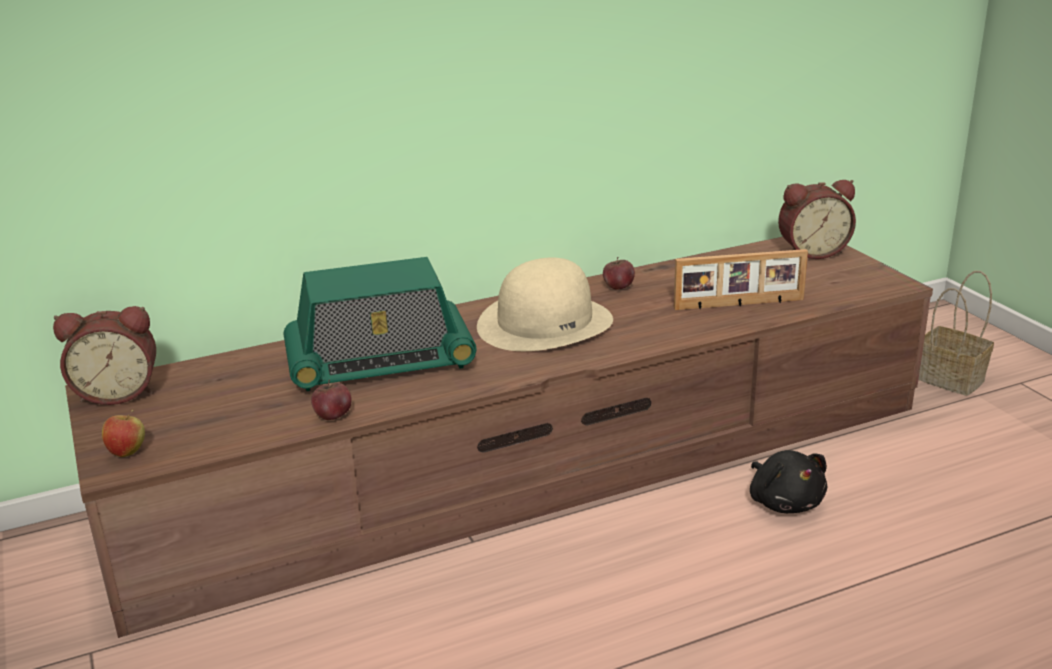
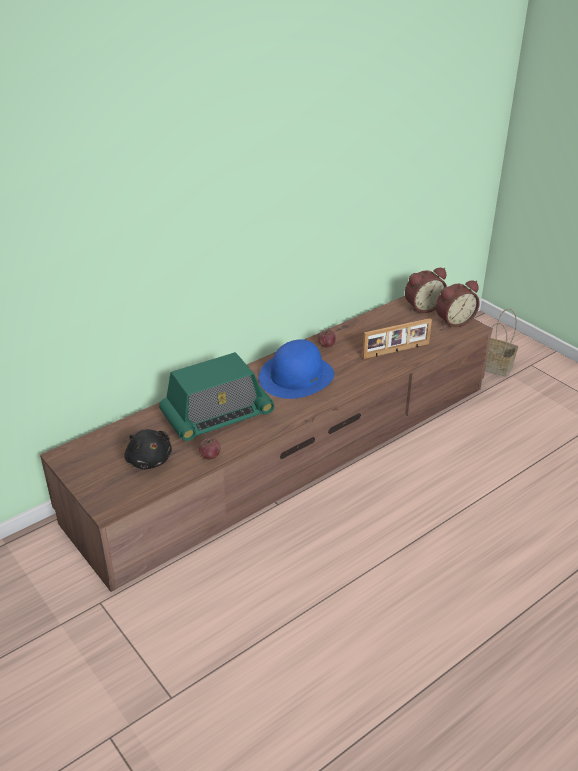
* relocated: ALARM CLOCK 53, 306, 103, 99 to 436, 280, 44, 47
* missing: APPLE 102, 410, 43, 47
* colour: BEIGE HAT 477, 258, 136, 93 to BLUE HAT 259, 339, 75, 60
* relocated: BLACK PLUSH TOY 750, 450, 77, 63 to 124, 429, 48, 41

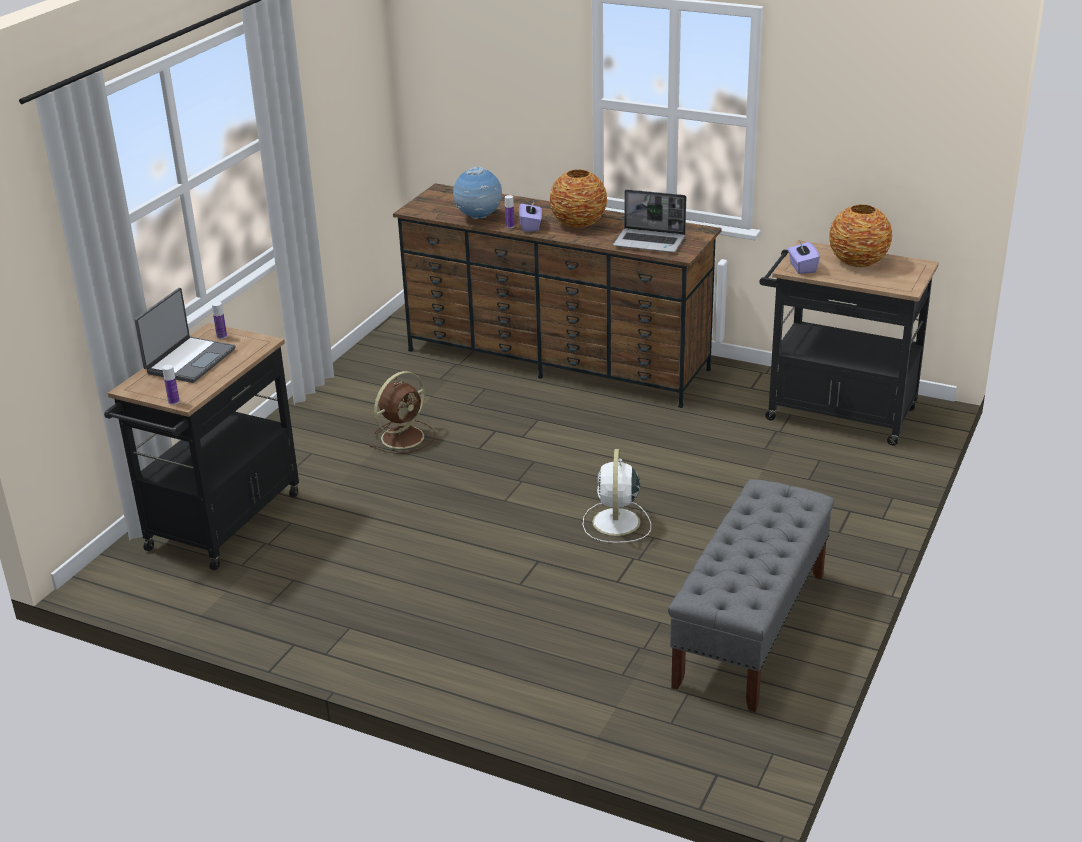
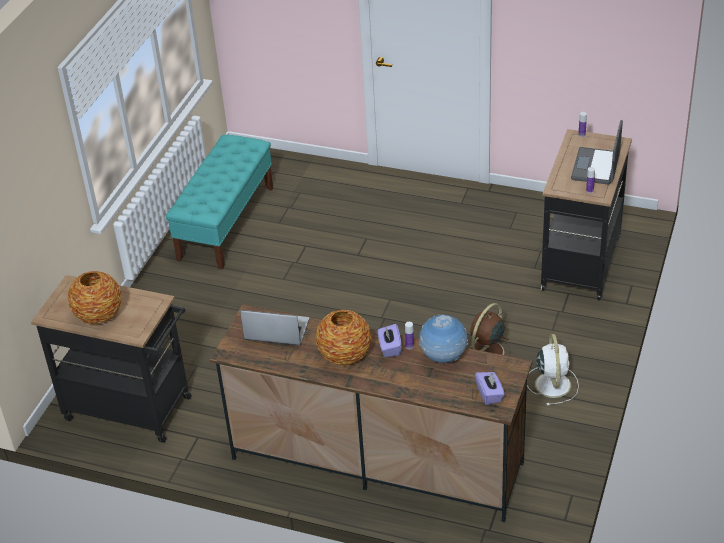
* relocated: WHITE FAN 583, 449, 68, 94 to 527, 334, 52, 72
* colour: GREY BENCH 668, 479, 167, 233 to TURQUOISE BENCH 166, 135, 107, 135
* relocated: PURPLE TISSUE BOX 788, 240, 32, 34 to 475, 371, 30, 34

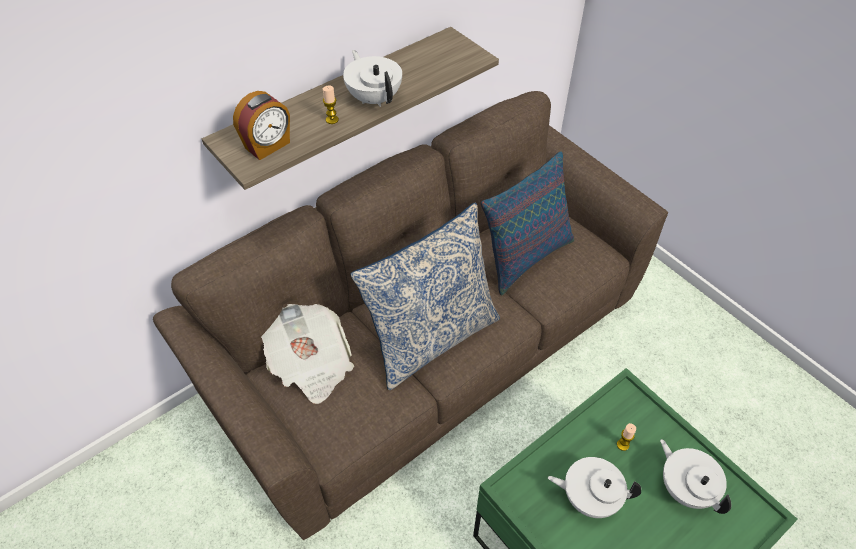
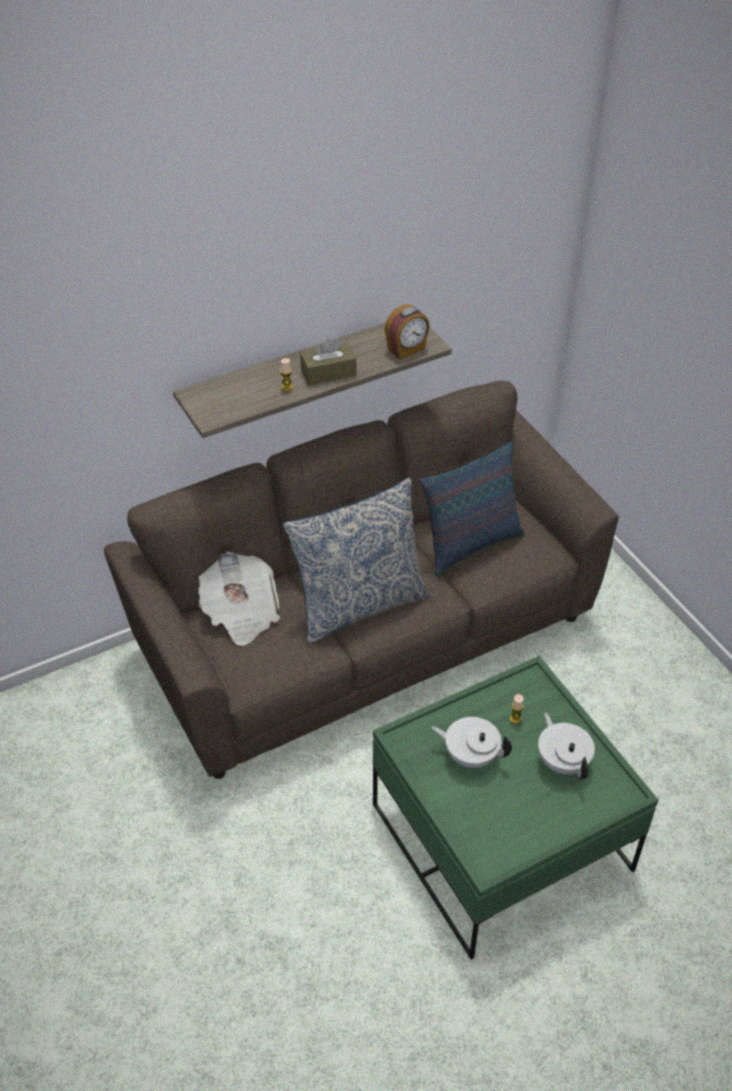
* relocated: ALARM CLOCK 233, 91, 57, 69 to 385, 304, 45, 56
* exchanged: WHITE TEAPOT 343, 50, 59, 57 to BROWN TISSUE BOX 300, 339, 56, 46

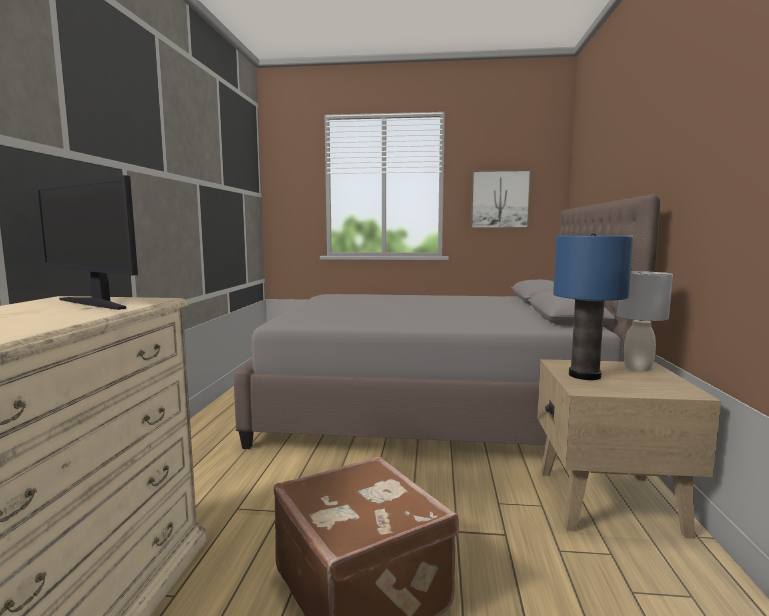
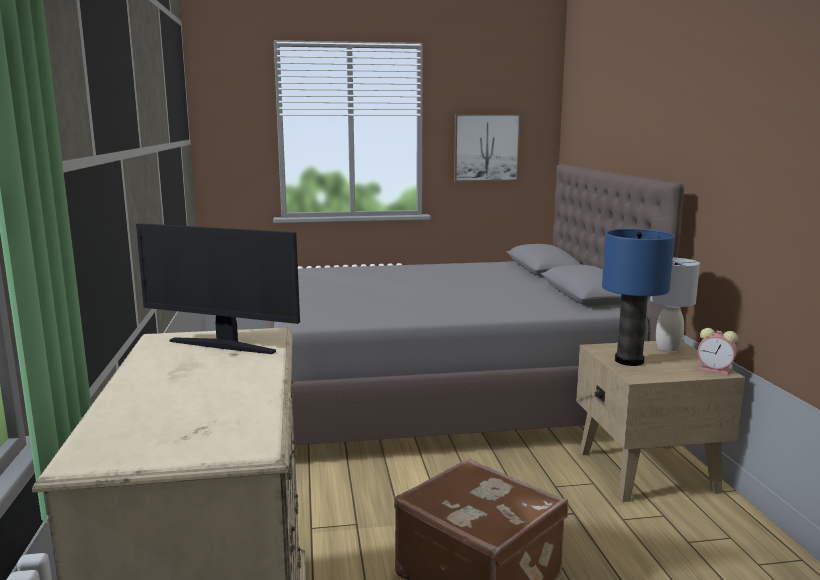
* appeared: ALARM CLOCK 698, 328, 40, 47

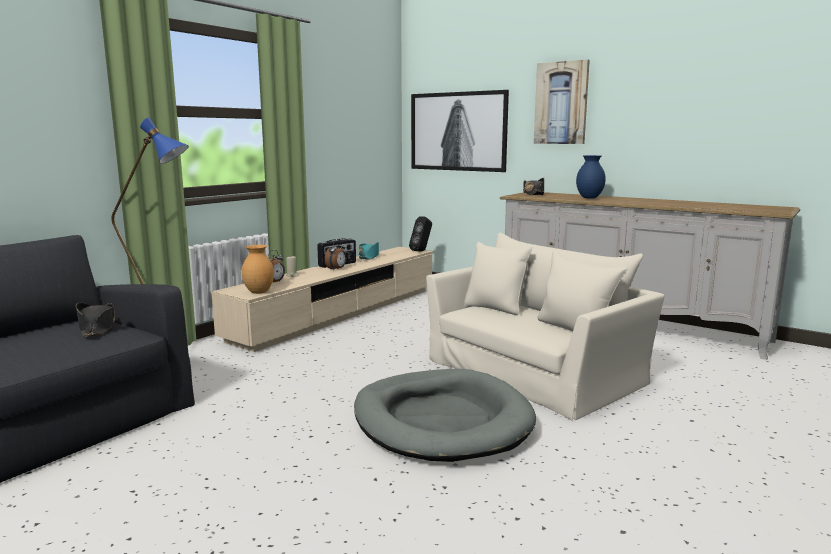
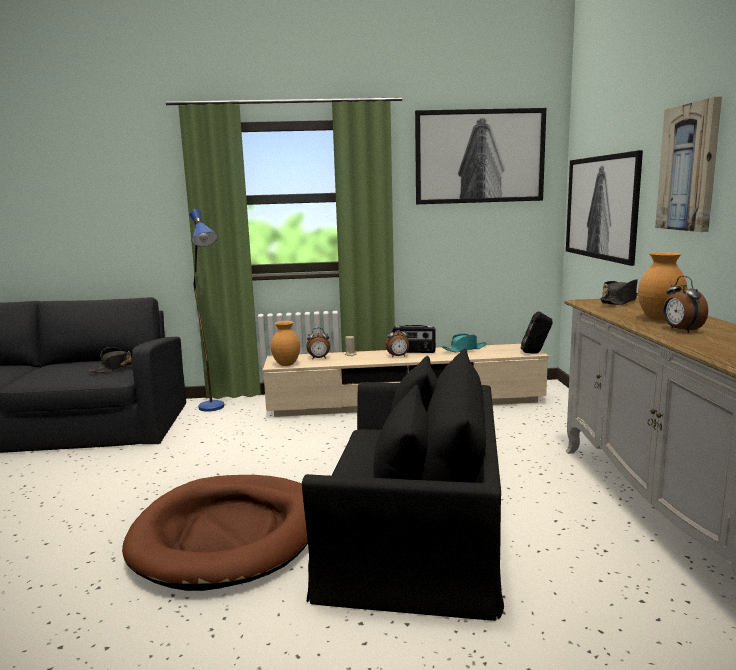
* colour: GREY DOG BED 354, 369, 182, 93 to BROWN DOG BED 122, 475, 186, 116
* colour: BEIGE ARMCHAIR 426, 233, 239, 187 to BLACK ARMCHAIR 302, 349, 202, 272
* colour: BLUE VASE 576, 155, 30, 44 to BROWN VASE 638, 252, 49, 69
* appeared: PICTURE 415, 108, 131, 96
* appeared: ALARM CLOCK 663, 276, 45, 57

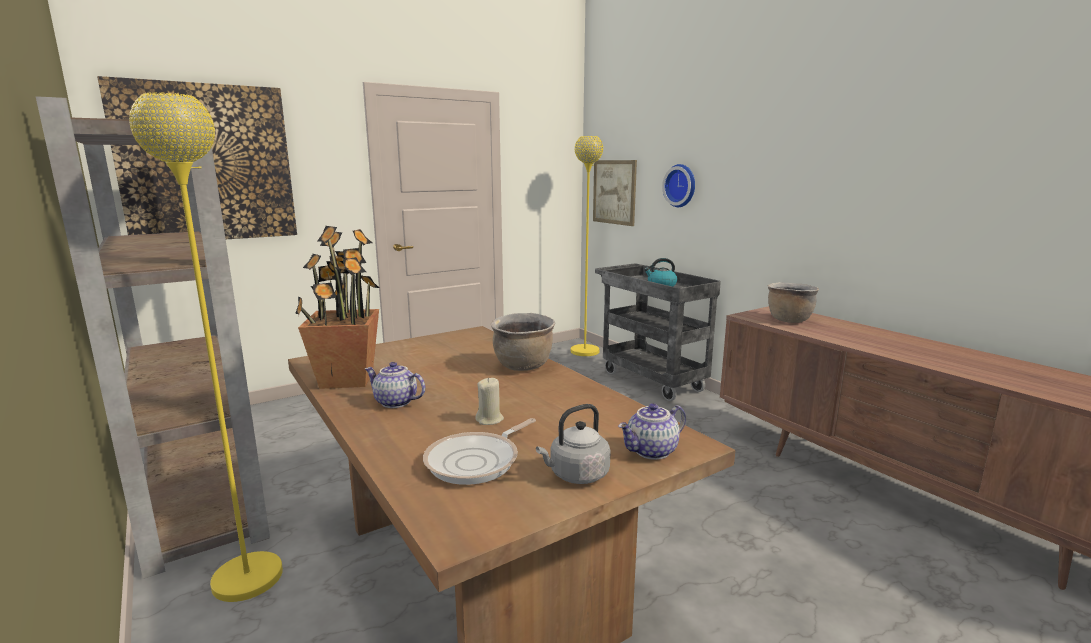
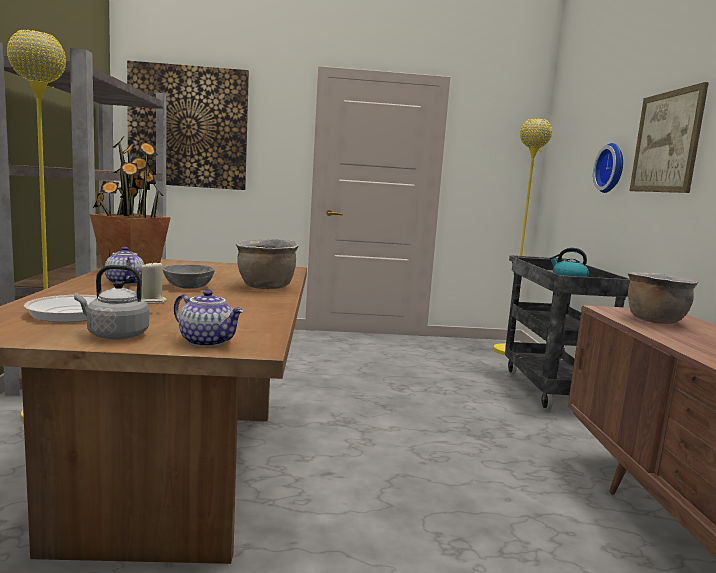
* relocated: PICTURE 593, 160, 44, 66 to 629, 82, 80, 111
* spun: TEAPOT 618, 403, 68, 57 = 174, 290, 70, 57 150 degrees counterclockwise
* appeared: GREY BOWL 163, 265, 52, 24

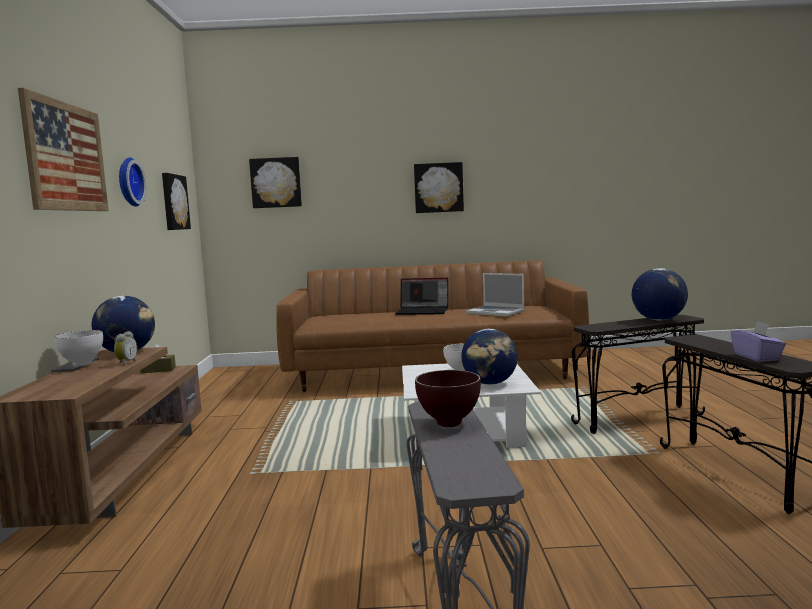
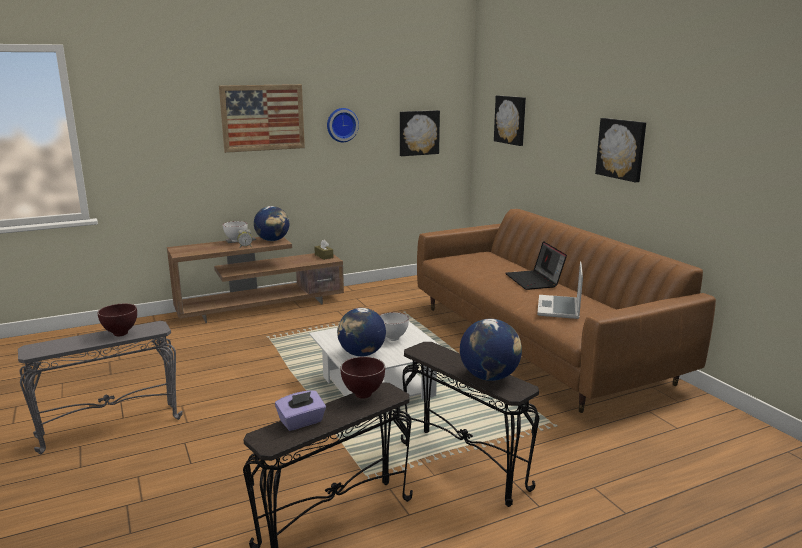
* appeared: BROWN BOWL 340, 357, 45, 42

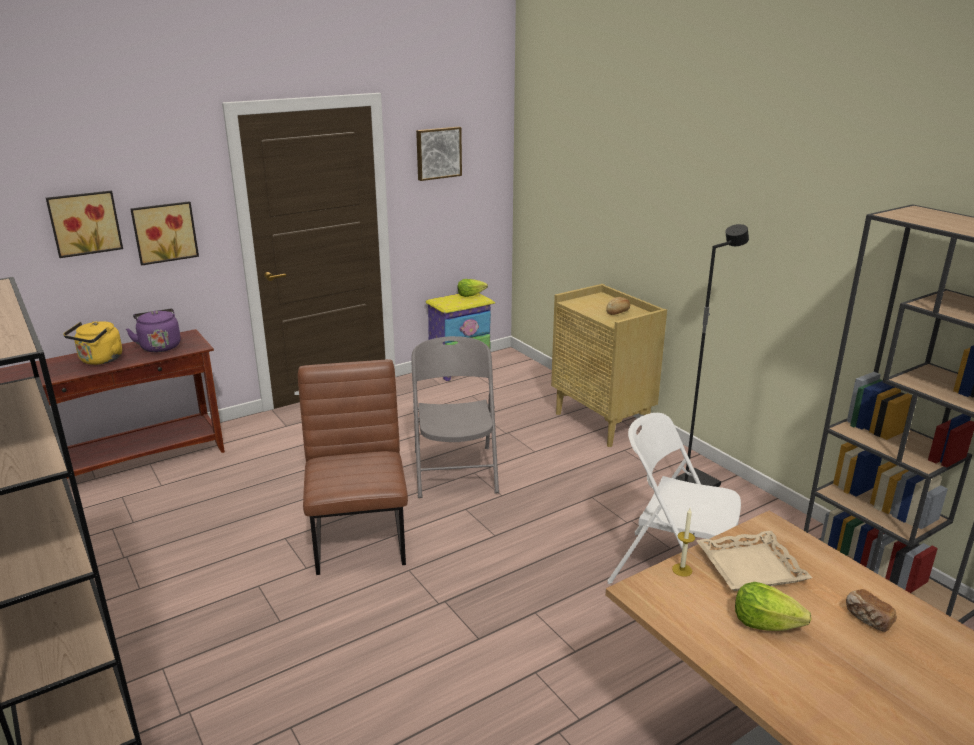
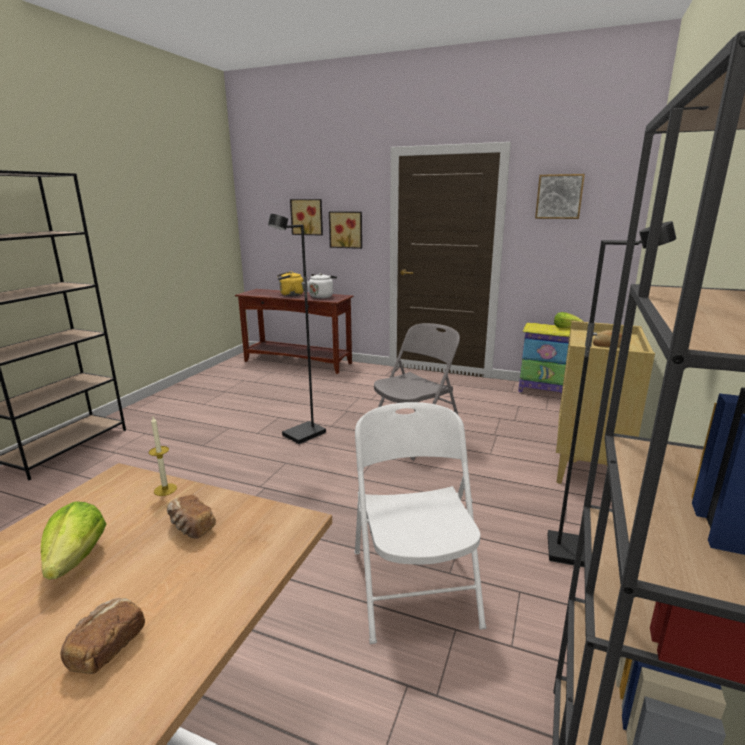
* colour: PURPLE KETTLE 126, 308, 55, 44 to WHITE KETTLE 307, 273, 30, 25
* exchanged: BROWN CHAIR 298, 359, 110, 216 to BLACK FLOOR LAMP 268, 214, 58, 230
* exchanged: BEIGE TRAY 696, 531, 116, 60 to BREAD 167, 495, 49, 44

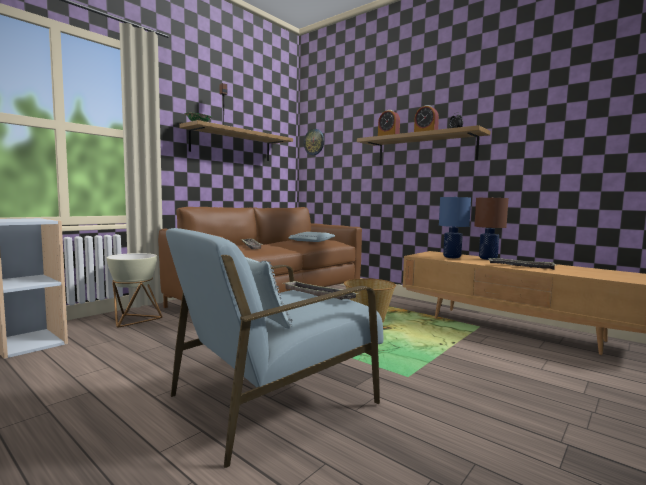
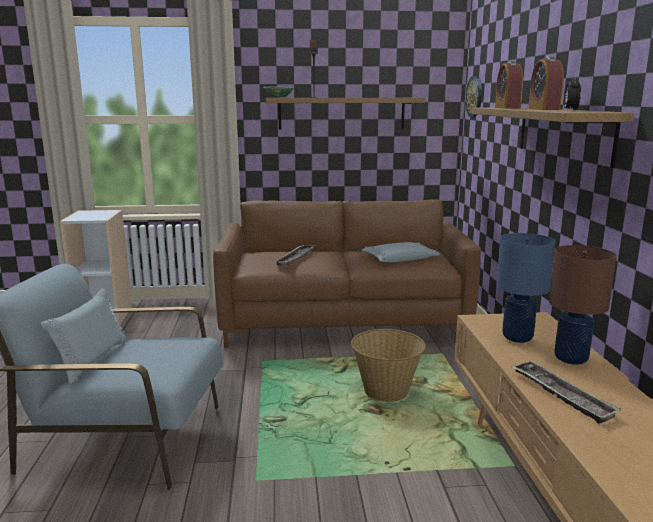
* missing: PLANTER 107, 253, 56, 75
* missing: TRAY 282, 281, 76, 19

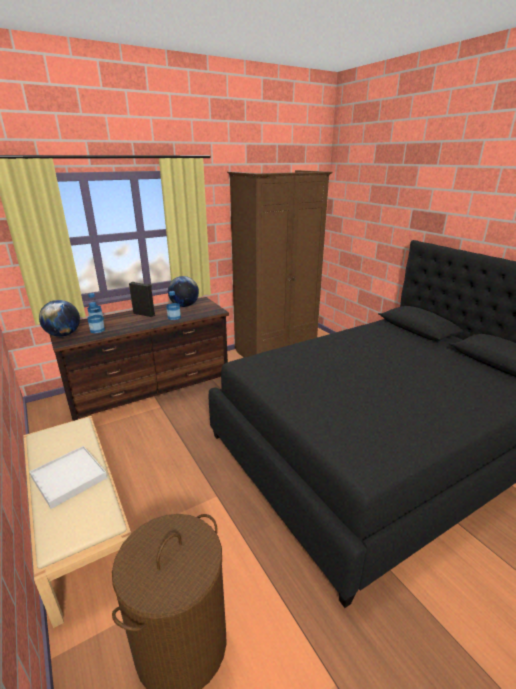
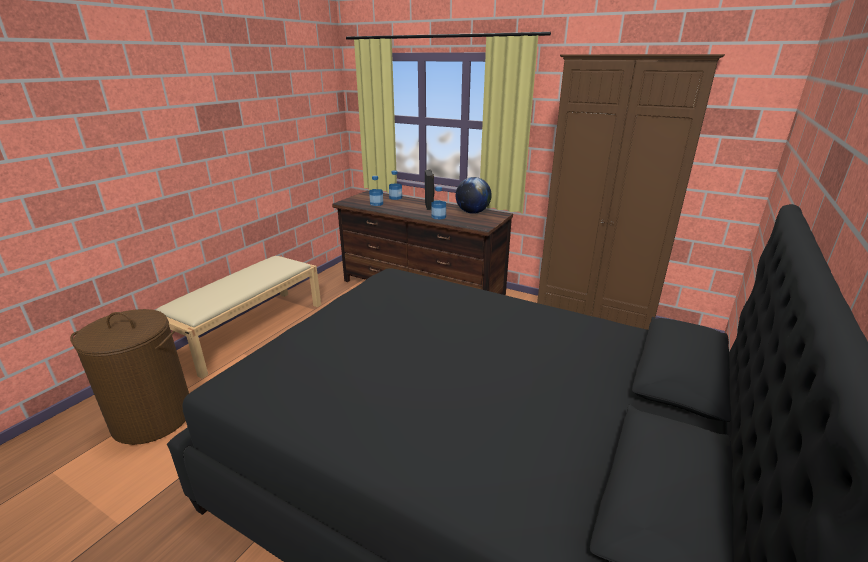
* missing: WHITE TRAY 29, 446, 78, 63
* missing: GLOBE 39, 300, 41, 37

